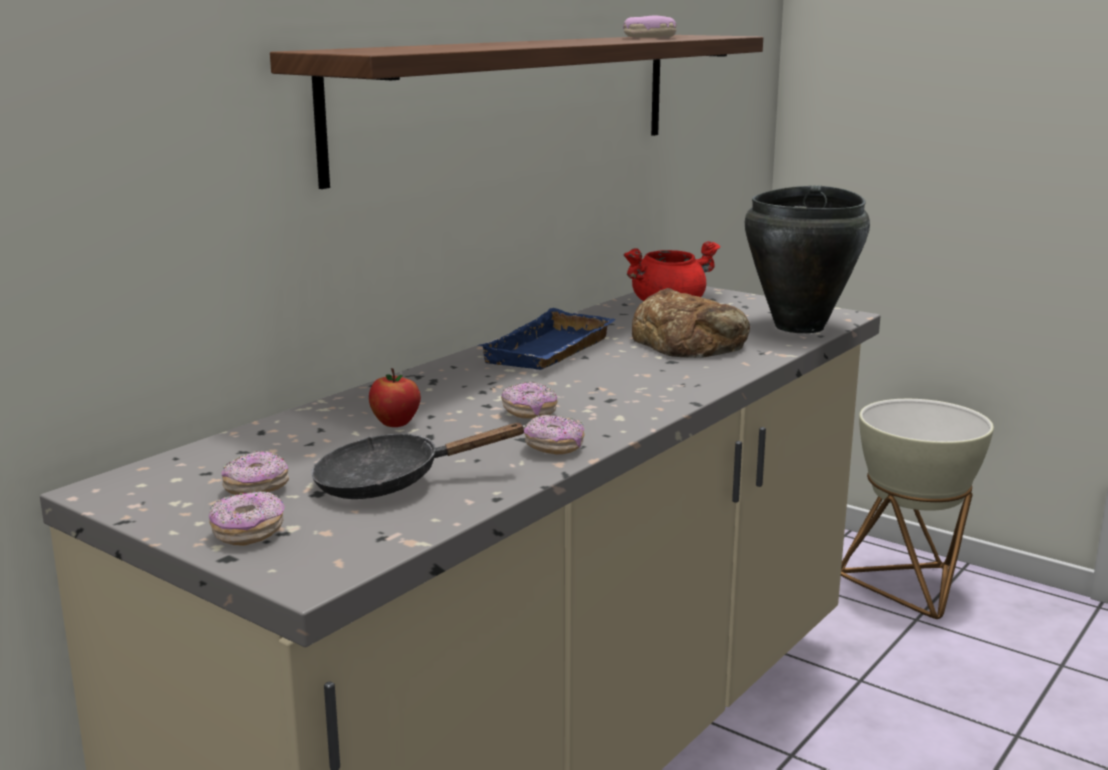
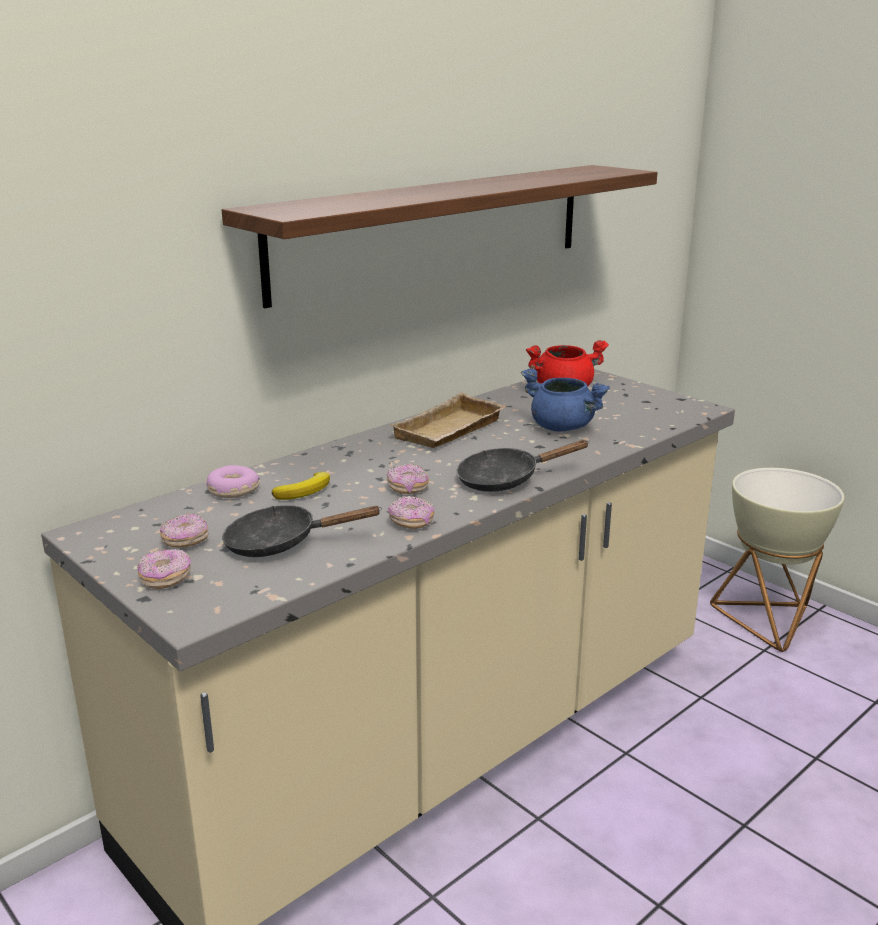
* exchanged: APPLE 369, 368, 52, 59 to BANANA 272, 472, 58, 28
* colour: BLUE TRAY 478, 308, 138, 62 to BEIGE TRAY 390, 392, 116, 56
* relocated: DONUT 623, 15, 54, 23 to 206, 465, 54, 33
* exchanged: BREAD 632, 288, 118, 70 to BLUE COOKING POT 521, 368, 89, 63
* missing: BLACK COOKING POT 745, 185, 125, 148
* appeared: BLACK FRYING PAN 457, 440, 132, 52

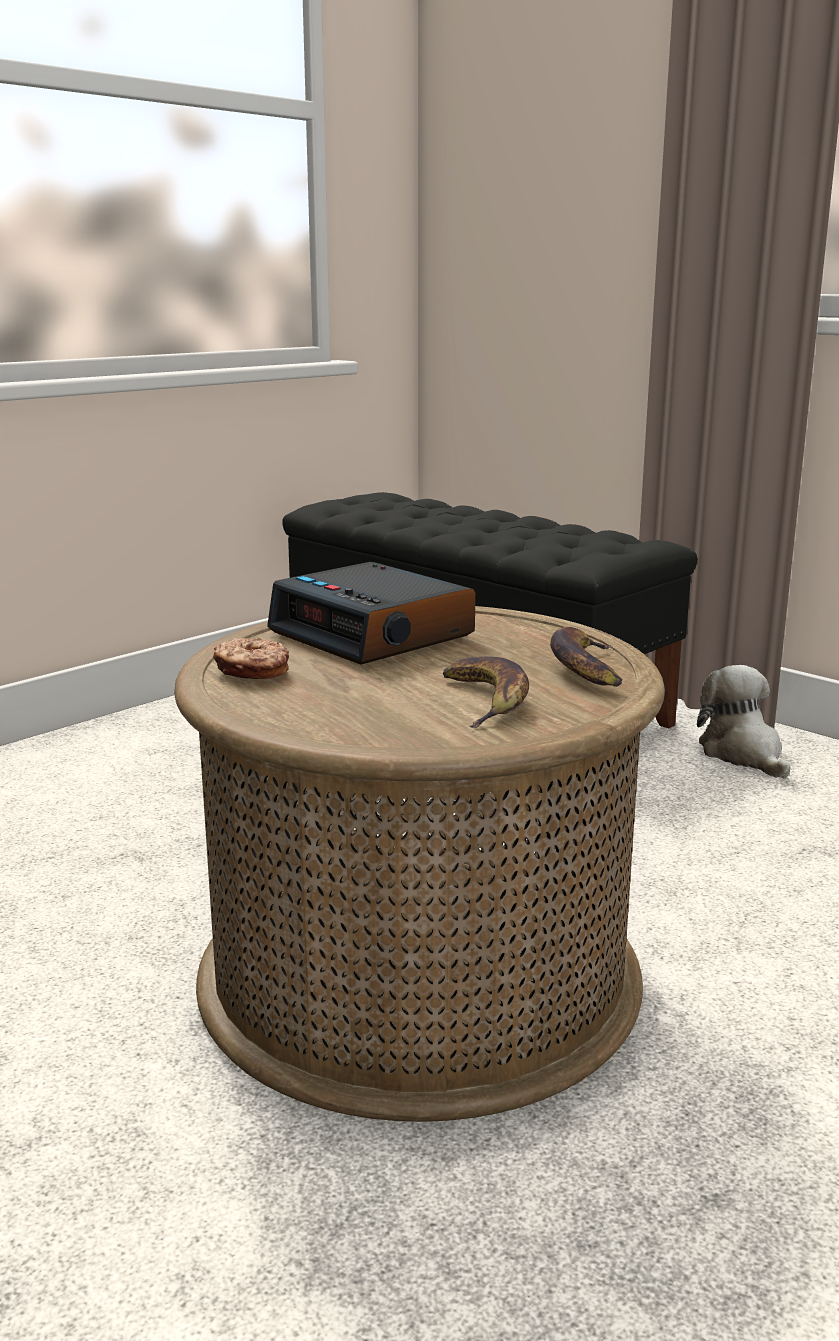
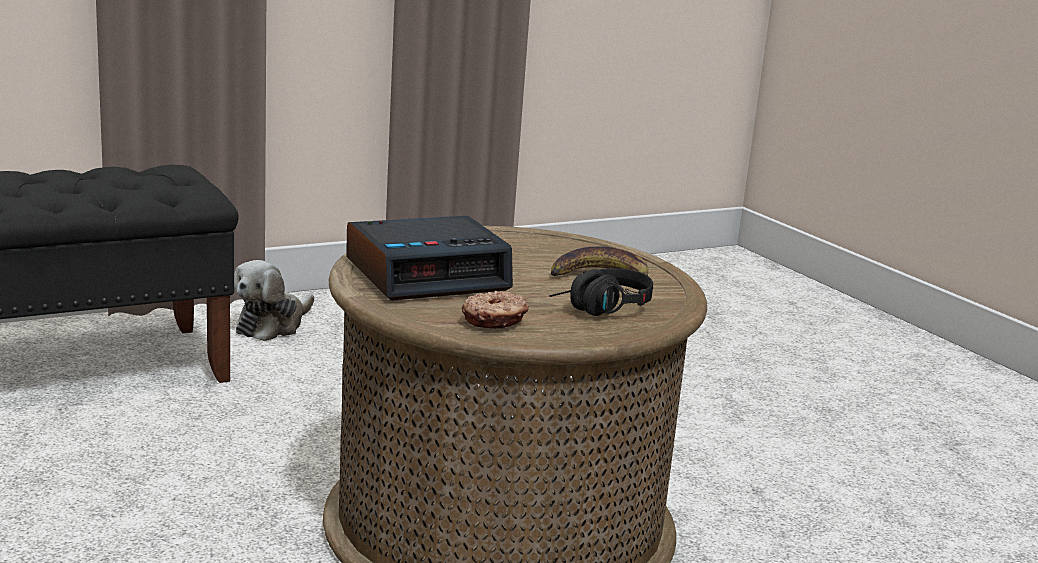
* missing: BANANA 550, 627, 72, 60
* spun: PLUSH TOY 697, 665, 94, 114 = 234, 260, 80, 81 60 degrees counterclockwise
* appeared: BLACK HEADPHONES 549, 268, 104, 48

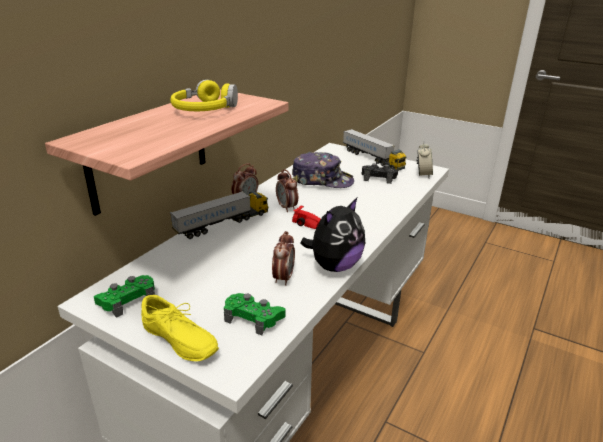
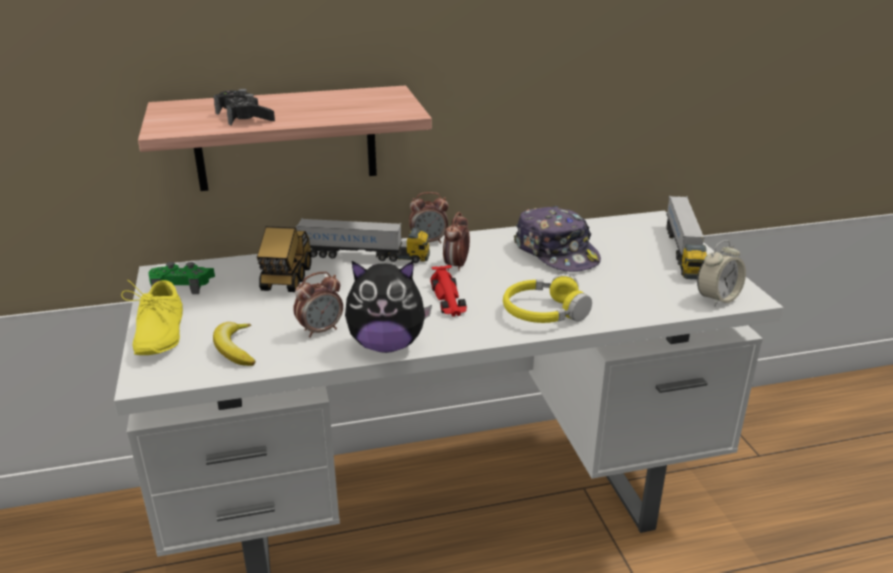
* relocated: YELLOW HEADPHONES 170, 79, 68, 32 to 503, 274, 89, 49
* exchanged: GREEN GAME CONTROLLER 224, 293, 62, 42 to BANANA 213, 322, 43, 44
* relocated: BLACK GAME CONTROLLER 362, 163, 36, 21 to 214, 89, 61, 37
* appeared: TOY TRUCK 257, 226, 54, 66

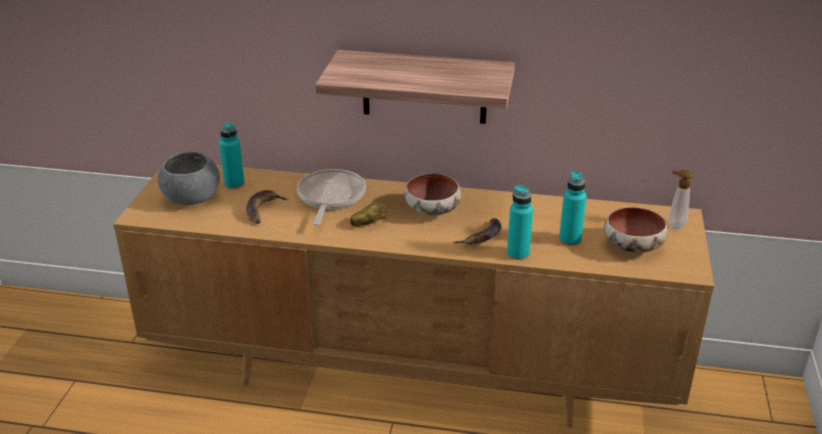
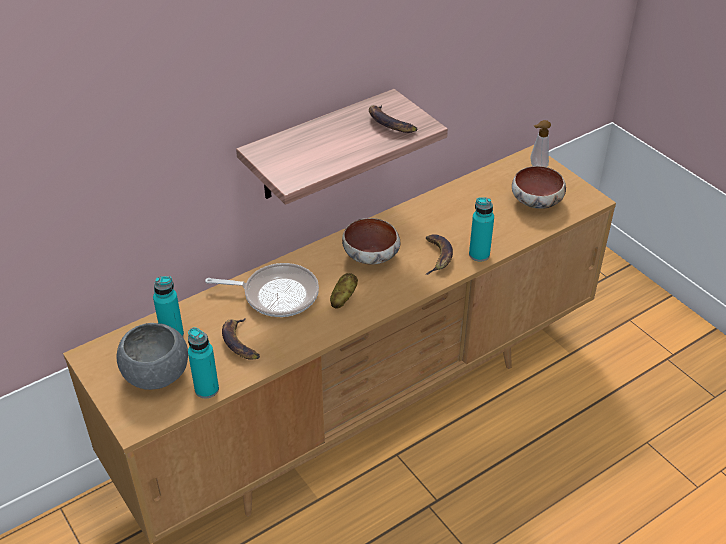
* spun: FRYING PAN 297, 169, 69, 56 = 205, 263, 114, 54 135 degrees clockwise
* relocated: TURQUOISE BOTTLE 559, 171, 27, 75 to 188, 327, 31, 71
* appeared: BANANA 369, 105, 49, 28

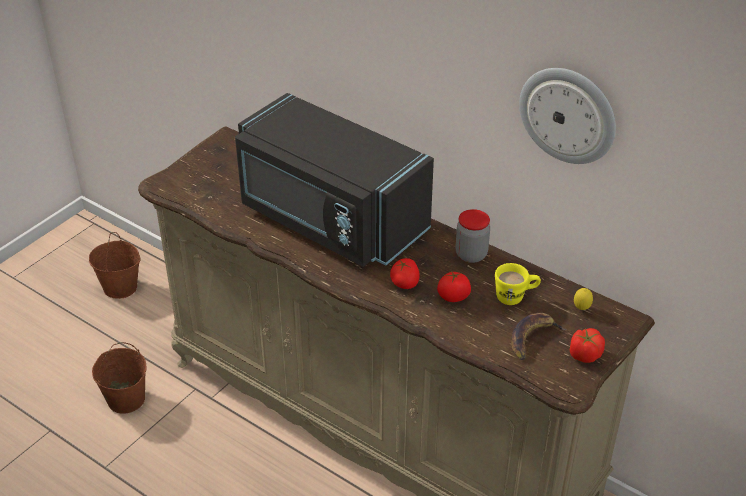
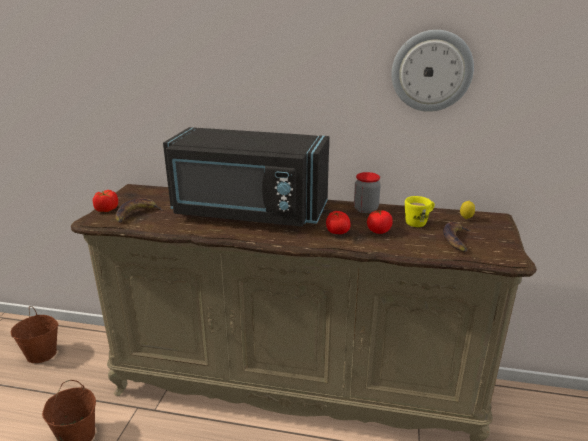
* relocated: TOMATO 570, 328, 35, 35 to 93, 190, 25, 22
* appeared: BANANA 115, 198, 48, 25

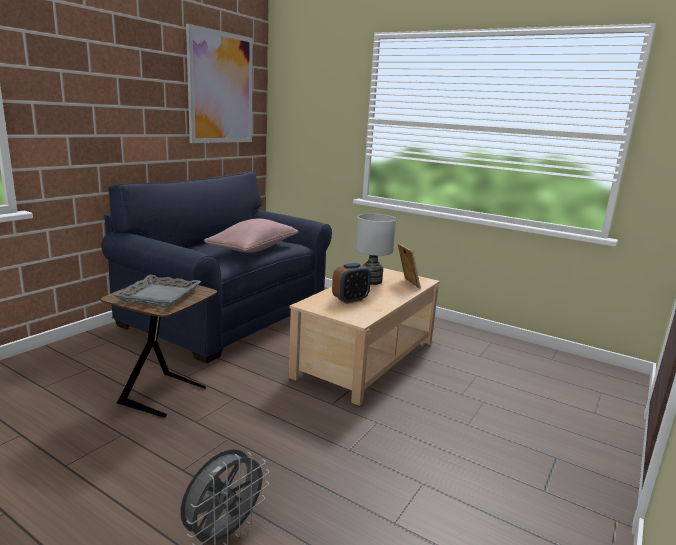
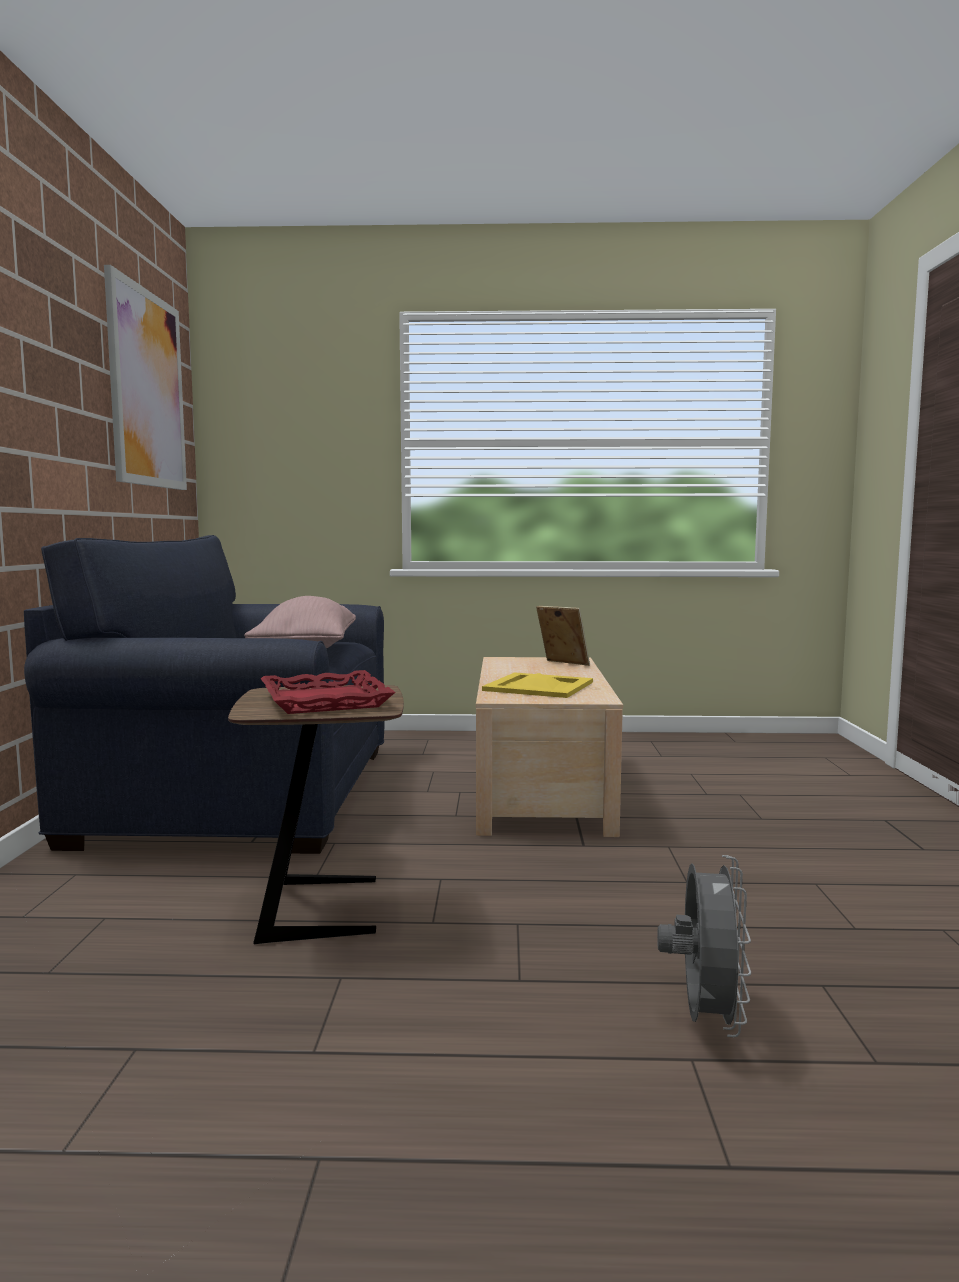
* colour: GREY TRAY 114, 275, 88, 32 to RED TRAY 261, 670, 134, 44
* exchanged: ALARM CLOCK 332, 263, 39, 41 to YELLOW TRAY 482, 672, 111, 26
* missing: GREY TABLE LAMP 356, 214, 40, 71

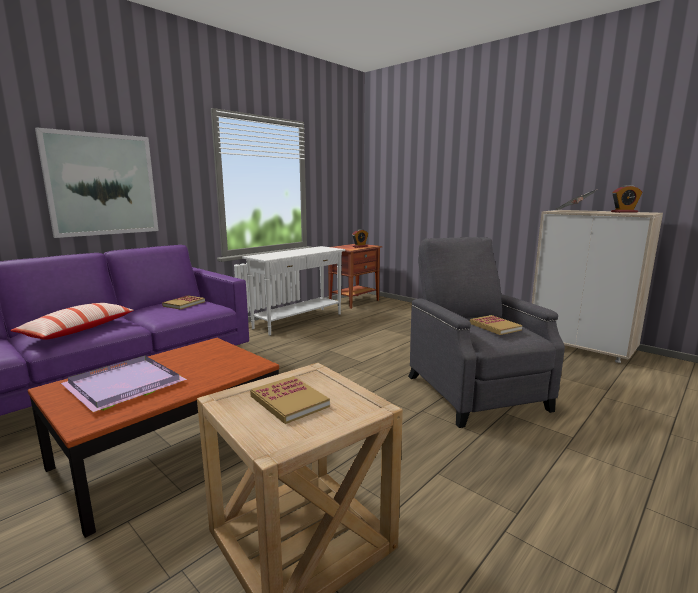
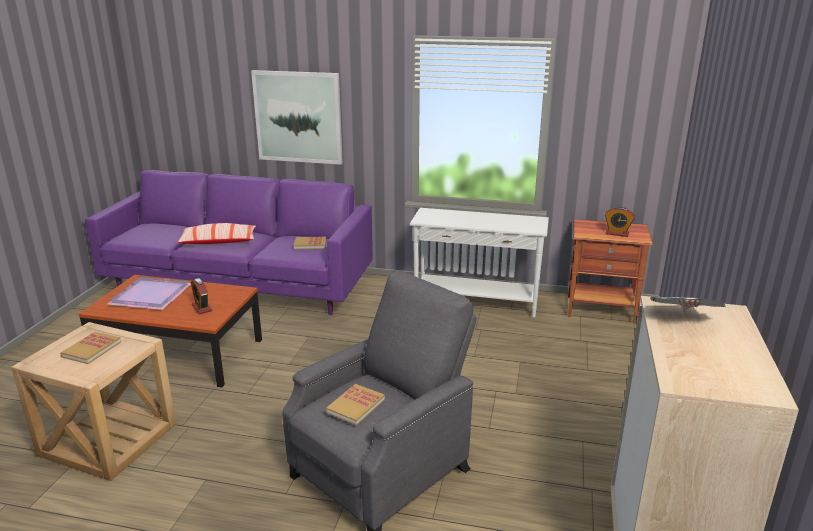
* relocated: ALARM CLOCK 611, 185, 31, 28 to 191, 278, 21, 36

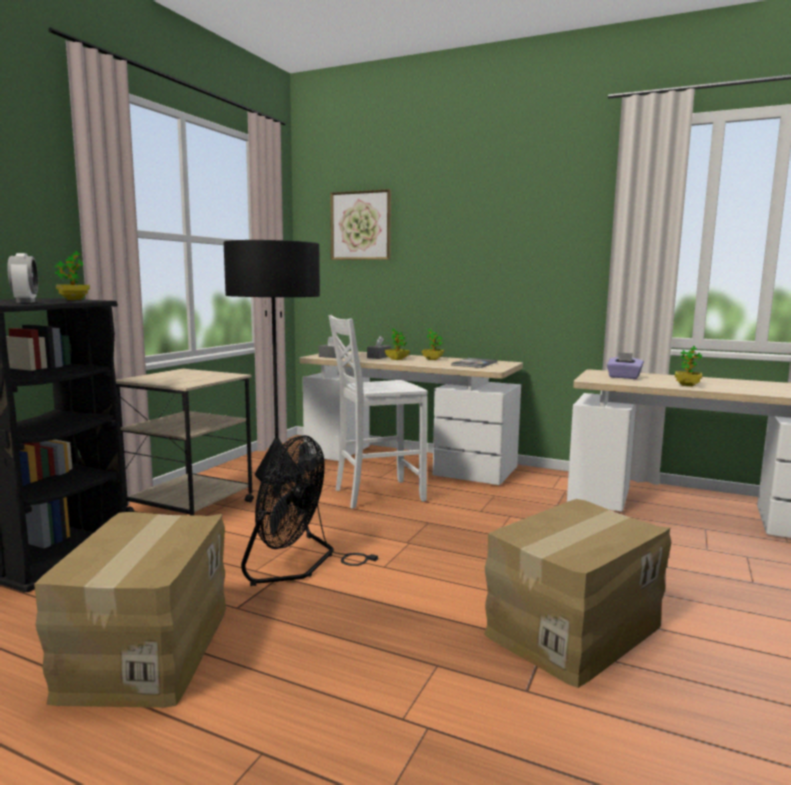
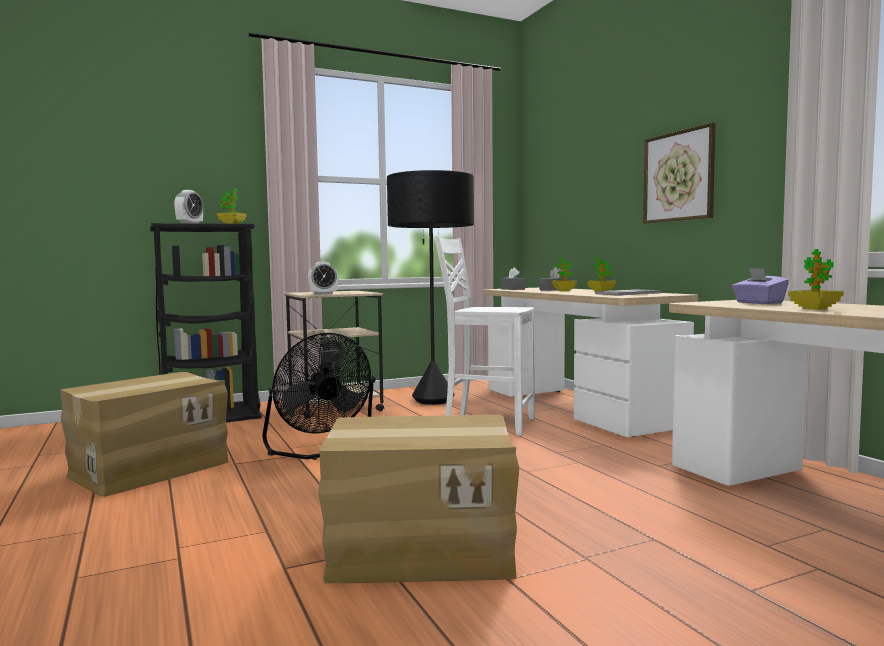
* relocated: PICTURE 330, 189, 61, 71 to 643, 122, 73, 102
* appeared: ALARM CLOCK 308, 262, 30, 33

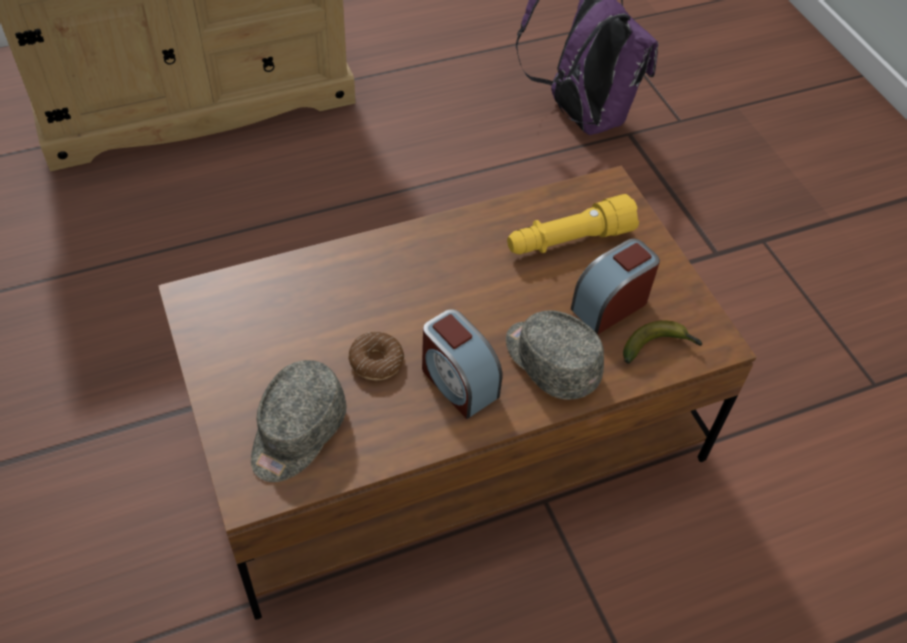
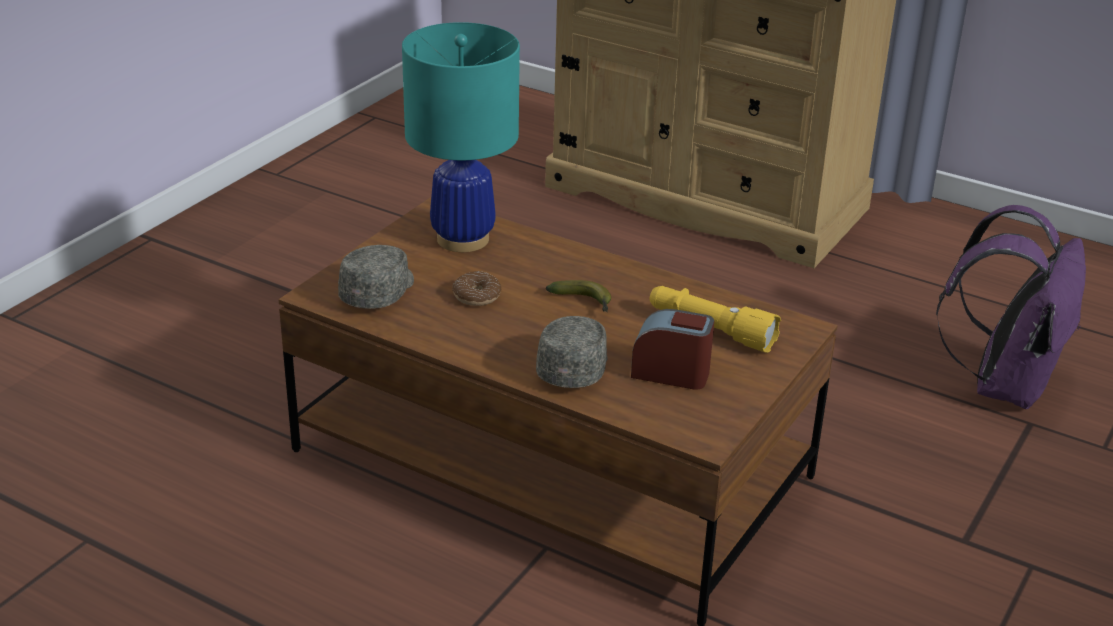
* spun: GREY CAP 251, 360, 96, 122 = 338, 245, 76, 64 120 degrees clockwise
* missing: ALARM CLOCK 422, 309, 80, 110
* relocated: BANANA 623, 320, 80, 44 to 546, 280, 65, 32
* appeared: TURQUOISE TABLE LAMP 402, 22, 118, 230

